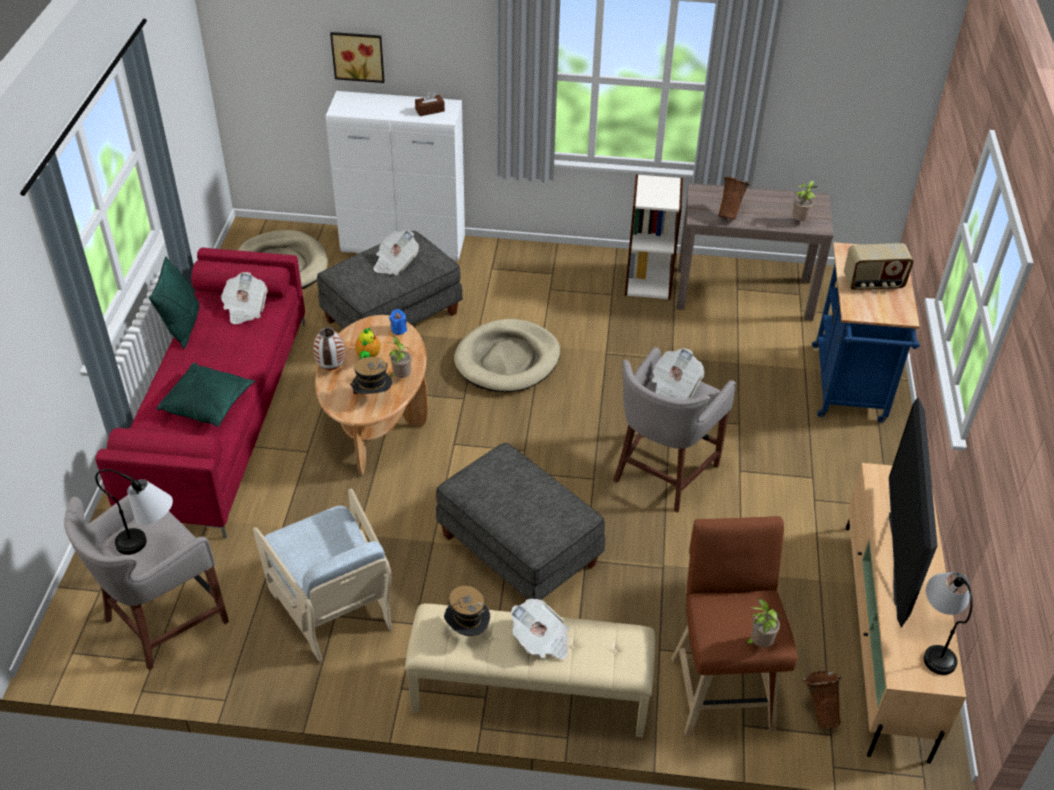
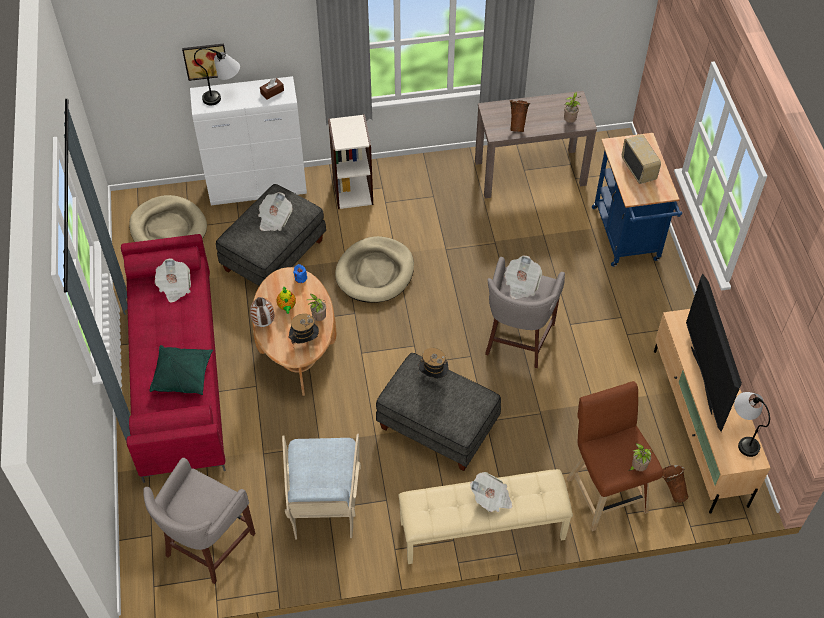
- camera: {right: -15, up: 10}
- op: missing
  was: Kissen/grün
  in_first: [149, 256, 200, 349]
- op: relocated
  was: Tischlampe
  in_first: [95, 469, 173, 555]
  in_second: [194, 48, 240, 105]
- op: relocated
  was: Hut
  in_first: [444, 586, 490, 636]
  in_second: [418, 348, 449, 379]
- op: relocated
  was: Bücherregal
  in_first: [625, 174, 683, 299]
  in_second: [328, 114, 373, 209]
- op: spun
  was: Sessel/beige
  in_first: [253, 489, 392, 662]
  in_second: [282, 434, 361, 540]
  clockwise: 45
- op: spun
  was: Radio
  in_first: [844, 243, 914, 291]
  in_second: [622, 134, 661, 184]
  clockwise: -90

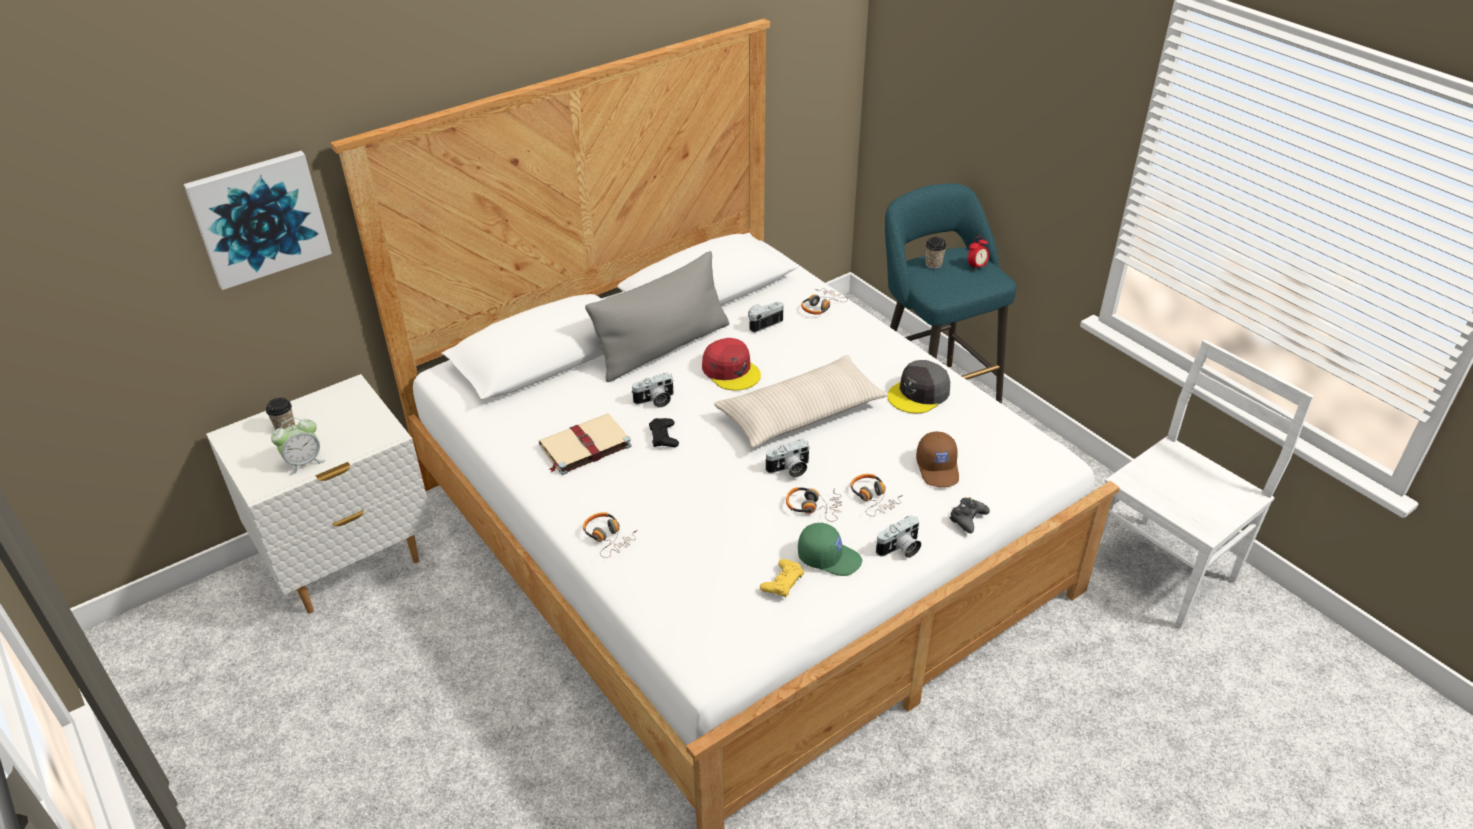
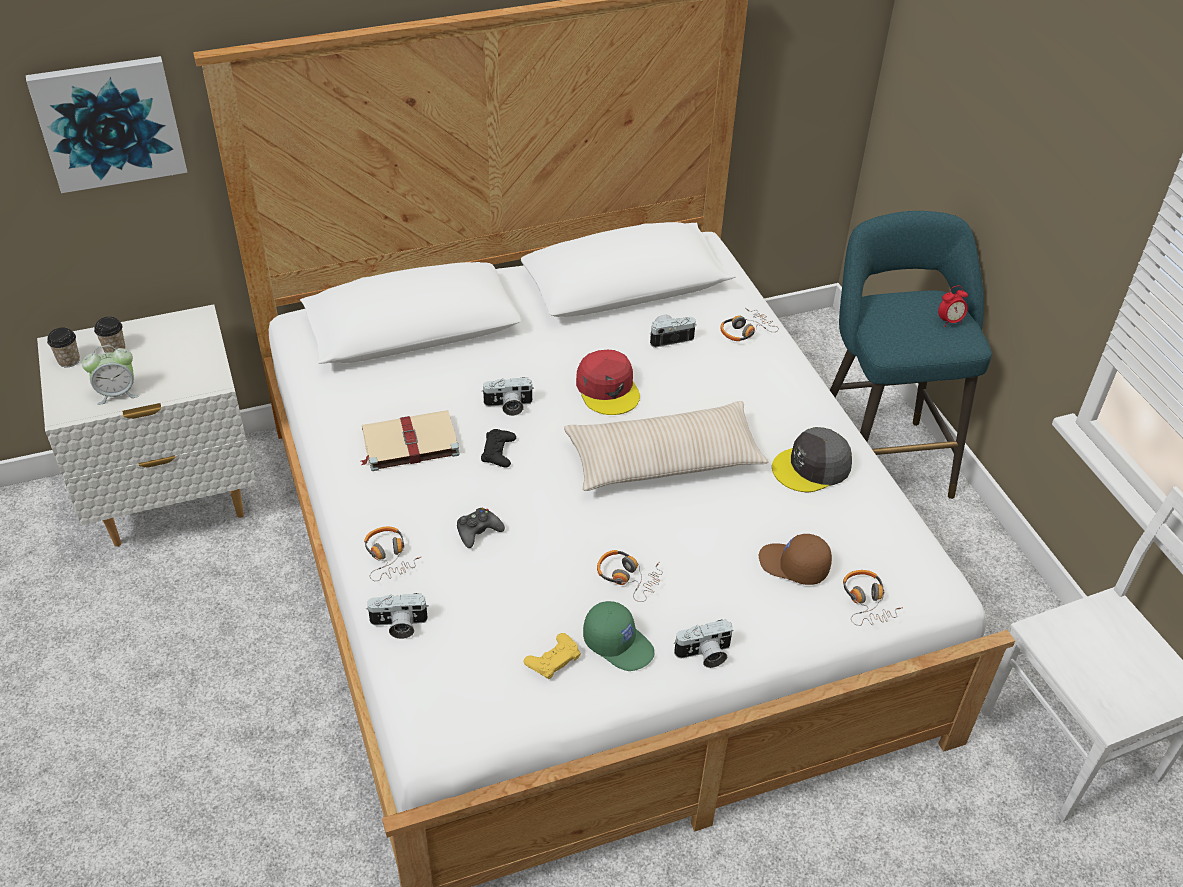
- camera: {right: 15, up: 5}
- op: missing
  was: Kissen/grau
  in_first: [585, 251, 729, 382]
- op: relocated
  was: Kamera
  in_first: [765, 439, 810, 477]
  in_second: [366, 593, 429, 639]
- op: relocated
  was: Kopfhörer
  in_first: [850, 474, 903, 517]
  in_second: [843, 570, 903, 626]
- op: relocated
  was: Tasse
  in_first: [925, 237, 947, 269]
  in_second: [47, 327, 80, 367]
- op: relocated
  was: Gamepad/schwarz
  in_first: [950, 497, 990, 533]
  in_second: [457, 508, 505, 548]
- op: spun
  was: Kappe/braun
  in_first: [916, 432, 959, 487]
  in_second: [759, 534, 832, 585]
  clockwise: 105

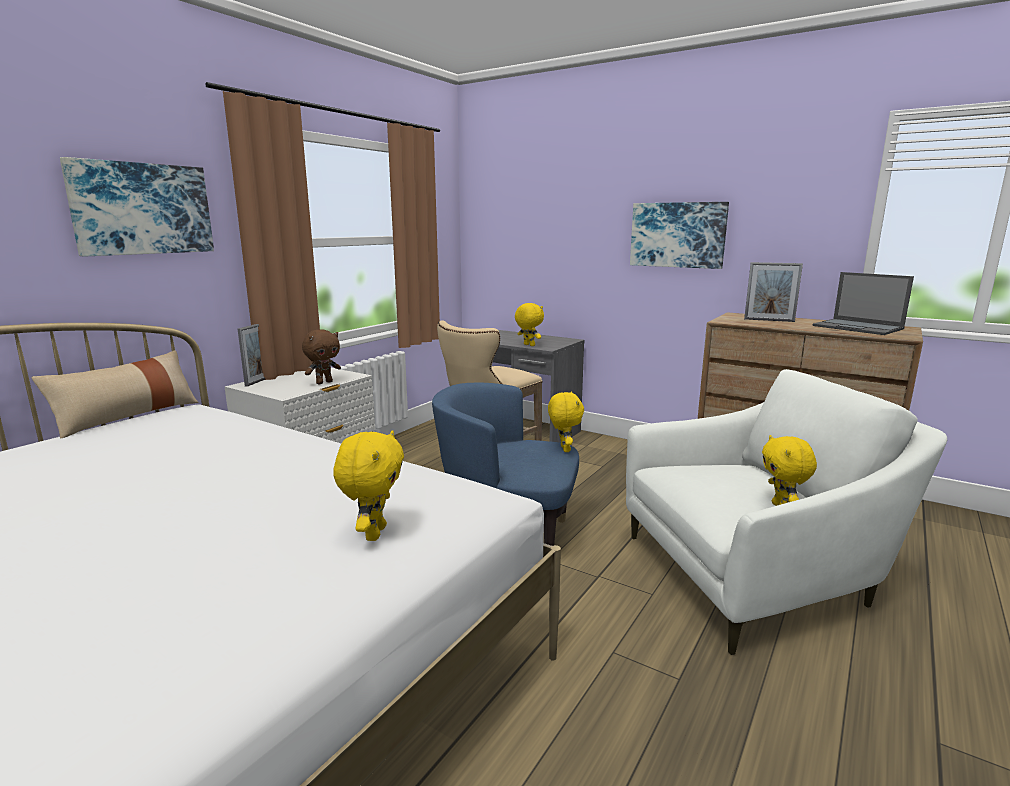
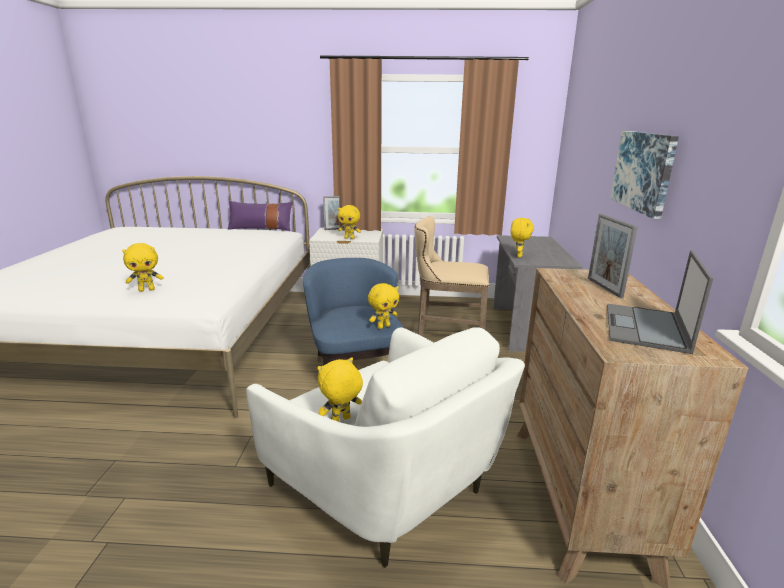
- camera: {right: 60, up: 5}
- op: missing
  was: Bild
  in_first: [60, 157, 214, 257]
- op: colour
  was: Kissen/beige
  now: Kissen/lila
  in_first: [31, 350, 198, 438]
  in_second: [228, 201, 293, 231]
- op: colour
  was: Plüschtier/braun
  now: Plüschtier/gelb
  in_first: [302, 329, 341, 384]
  in_second: [338, 205, 361, 239]

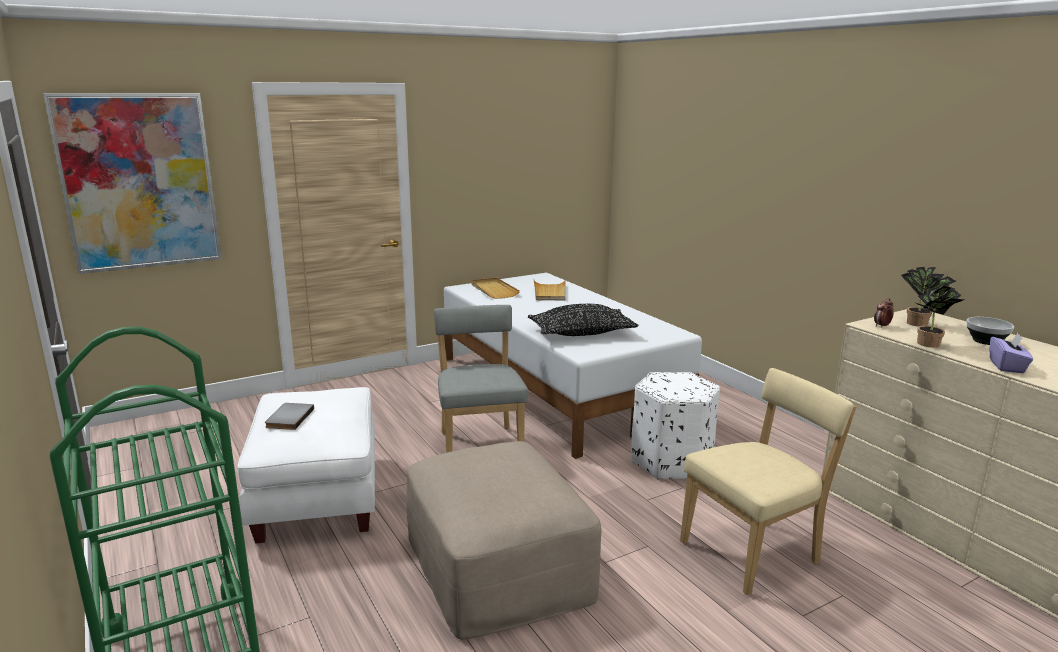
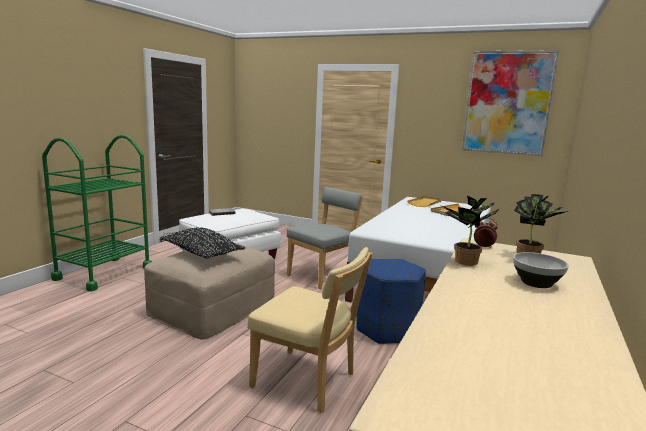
- camera: {right: 55, up: -5}
- op: missing
  was: Taschentuchbox/lila
  in_first: [990, 333, 1033, 373]
- op: relocated
  was: Bild
  in_first: [43, 93, 222, 274]
  in_second: [462, 50, 559, 156]
- op: relocated
  was: Kissen/schwarz
  in_first: [528, 304, 638, 336]
  in_second: [160, 227, 246, 258]
- op: colour
  was: Polsterhocker/weiß
  now: Polsterhocker/blau
  in_first: [631, 372, 720, 480]
  in_second: [356, 259, 426, 344]

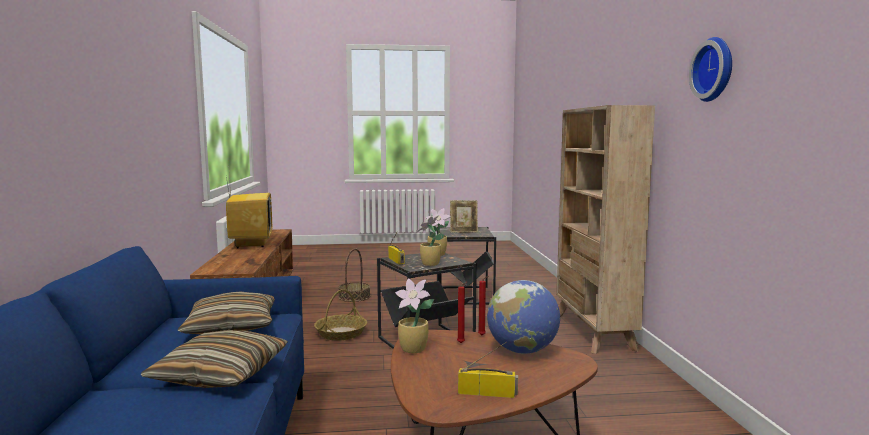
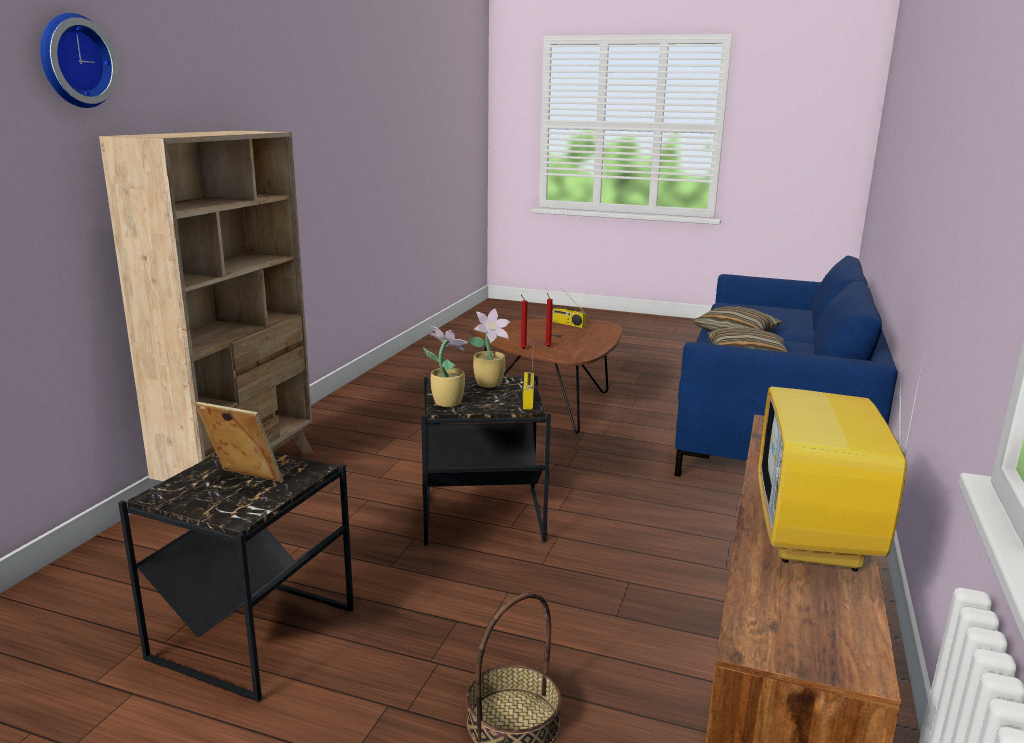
- camera: {right: -155, up: 10}
- op: missing
  was: Korb
  in_first: [314, 289, 367, 340]
- op: missing
  was: Topfpflanze
  in_first: [395, 279, 434, 353]
- op: missing
  was: Globus
  in_first: [487, 280, 560, 354]
- op: relocated
  was: Wanduhr
  in_first: [689, 37, 732, 102]
  in_second: [40, 13, 118, 108]

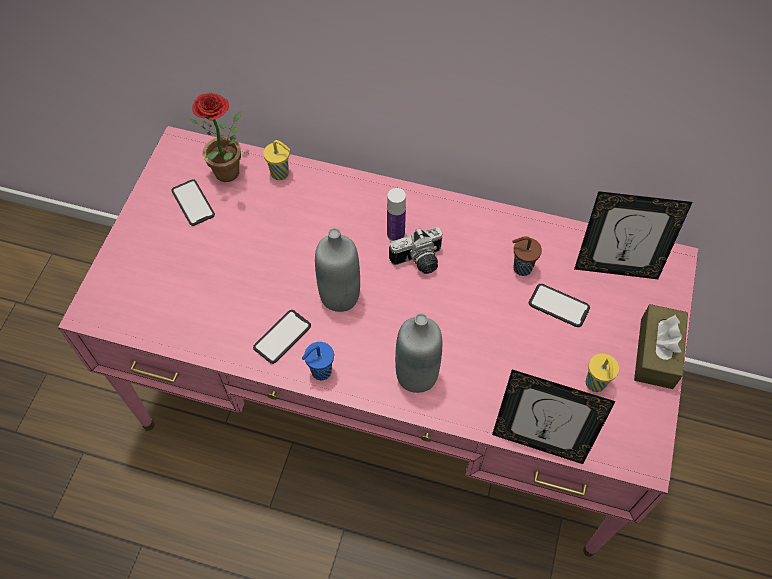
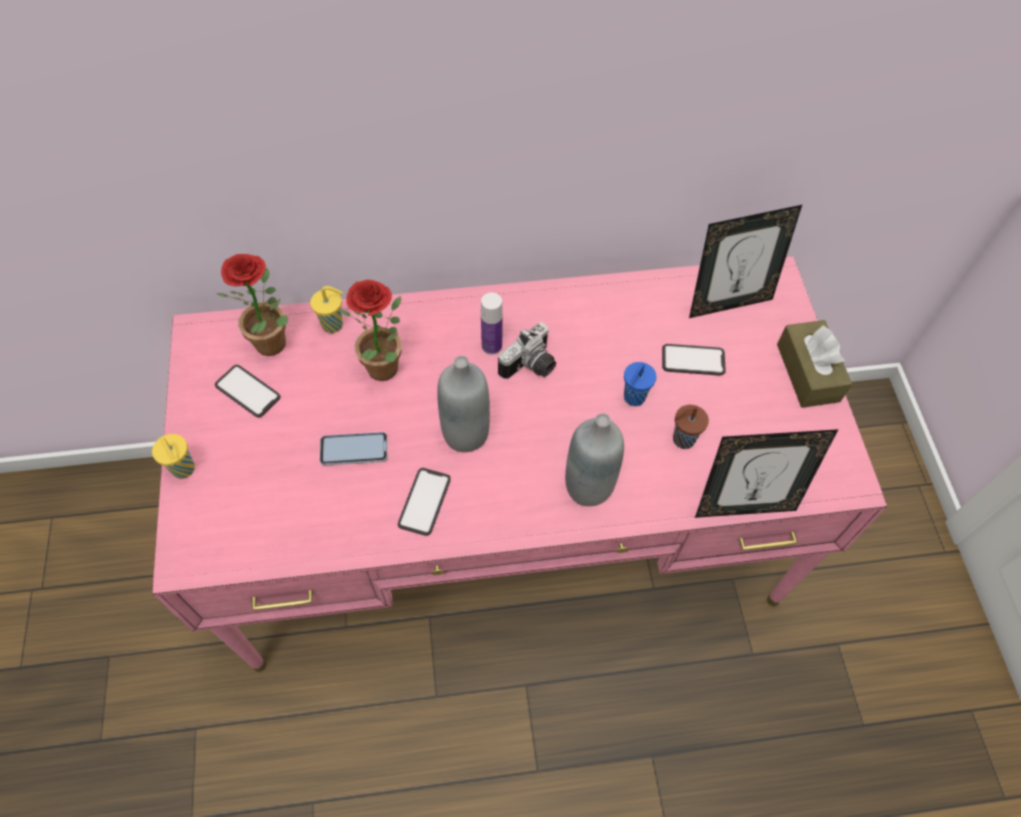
- camera: {right: -25, up: 0}
- op: appeared
  now: Handy
  in_second: [319, 432, 388, 466]
- op: appeared
  now: Topfpflanze
  in_second: [340, 280, 402, 381]
- op: relocated
  was: Tasse/blau
  in_first: [302, 342, 334, 380]
  in_second: [624, 362, 656, 406]
- op: relocated
  was: Tasse/braun
  in_first: [512, 236, 542, 276]
  in_second: [673, 405, 709, 449]
- op: relocated
  was: Tasse/gelb
  in_first: [586, 353, 619, 392]
  in_second: [152, 434, 195, 479]

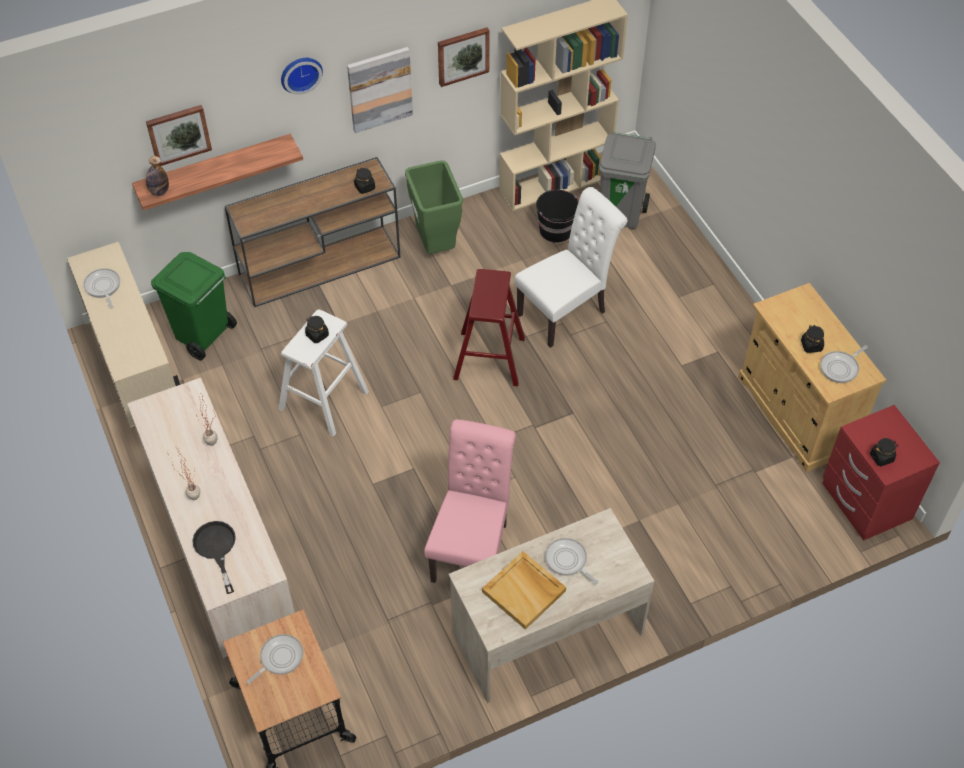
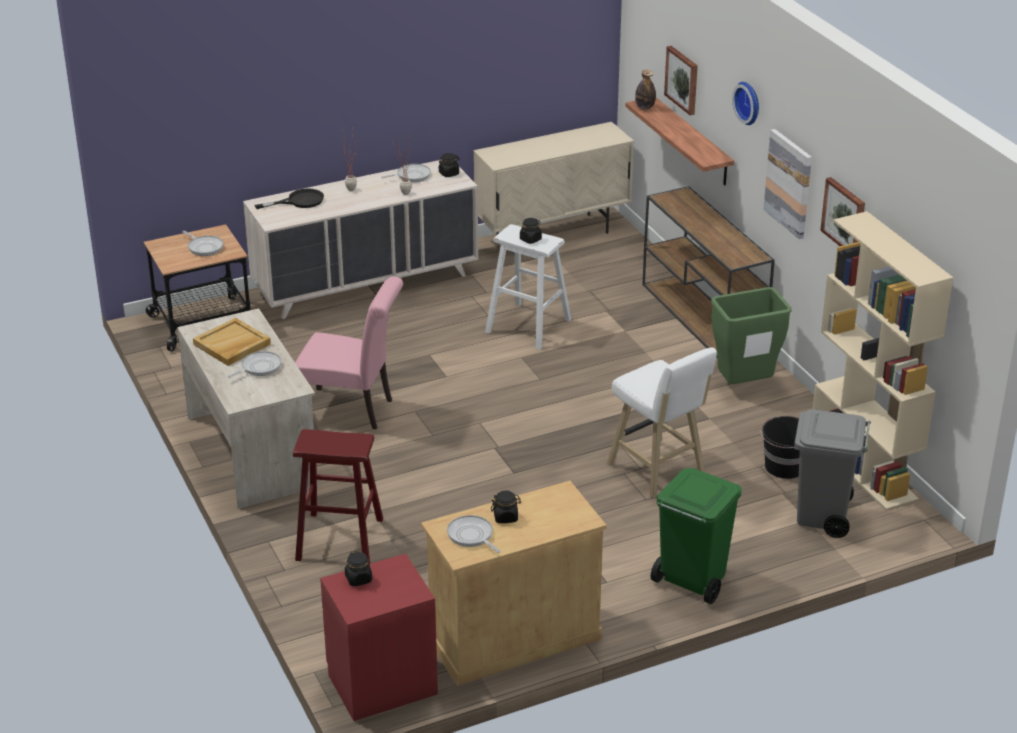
- camera: {right: 90, up: -20}
- op: relocated
  was: Pfanne
  in_first: [83, 268, 120, 309]
  in_second: [381, 164, 431, 182]
- op: relocated
  was: Mülleimer/grün
  in_first: [151, 252, 237, 360]
  in_second: [651, 468, 742, 604]
- op: relocated
  was: Vorratsglas/schwarz
  in_first: [354, 168, 375, 194]
  in_second: [438, 153, 460, 177]
- op: relocated
  was: Hocker/rot
  in_first: [453, 269, 525, 386]
  in_second: [293, 429, 383, 564]
- op: exchanged
  was: Stuhl/weiß
  now: Hocker/weiß
  in_first: [514, 187, 627, 348]
  in_second: [607, 347, 717, 498]

